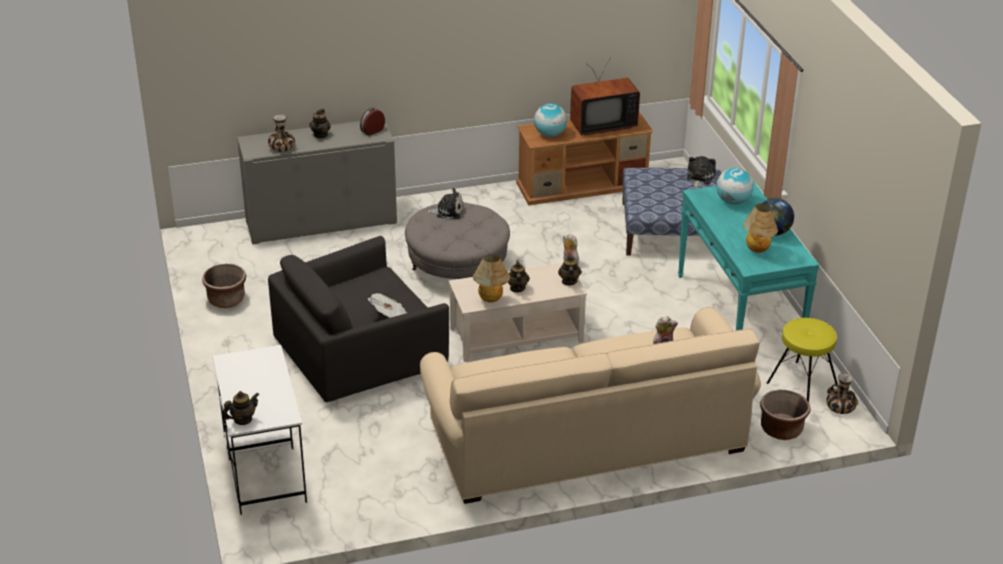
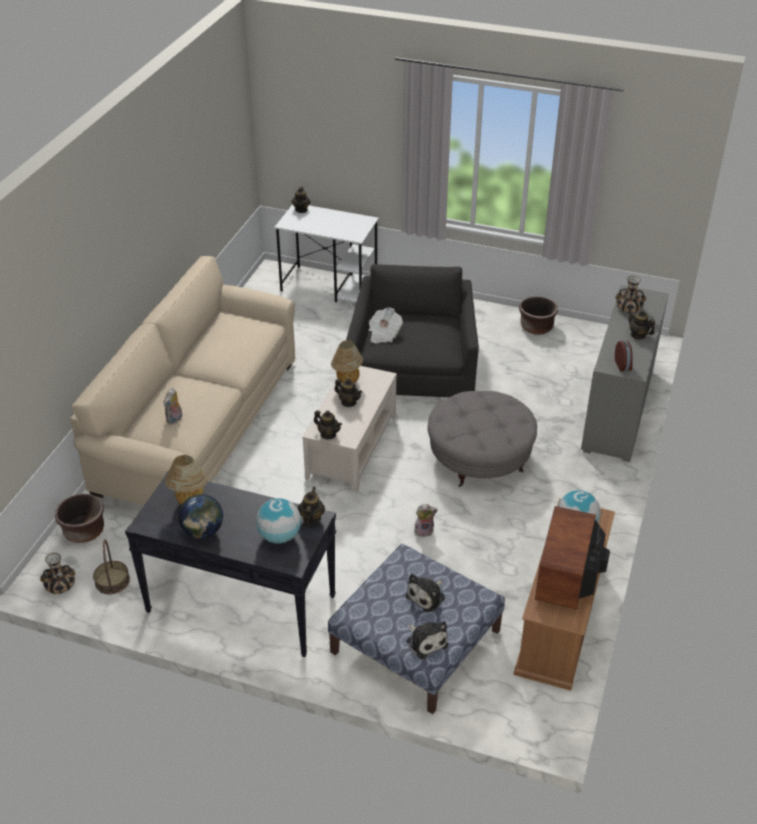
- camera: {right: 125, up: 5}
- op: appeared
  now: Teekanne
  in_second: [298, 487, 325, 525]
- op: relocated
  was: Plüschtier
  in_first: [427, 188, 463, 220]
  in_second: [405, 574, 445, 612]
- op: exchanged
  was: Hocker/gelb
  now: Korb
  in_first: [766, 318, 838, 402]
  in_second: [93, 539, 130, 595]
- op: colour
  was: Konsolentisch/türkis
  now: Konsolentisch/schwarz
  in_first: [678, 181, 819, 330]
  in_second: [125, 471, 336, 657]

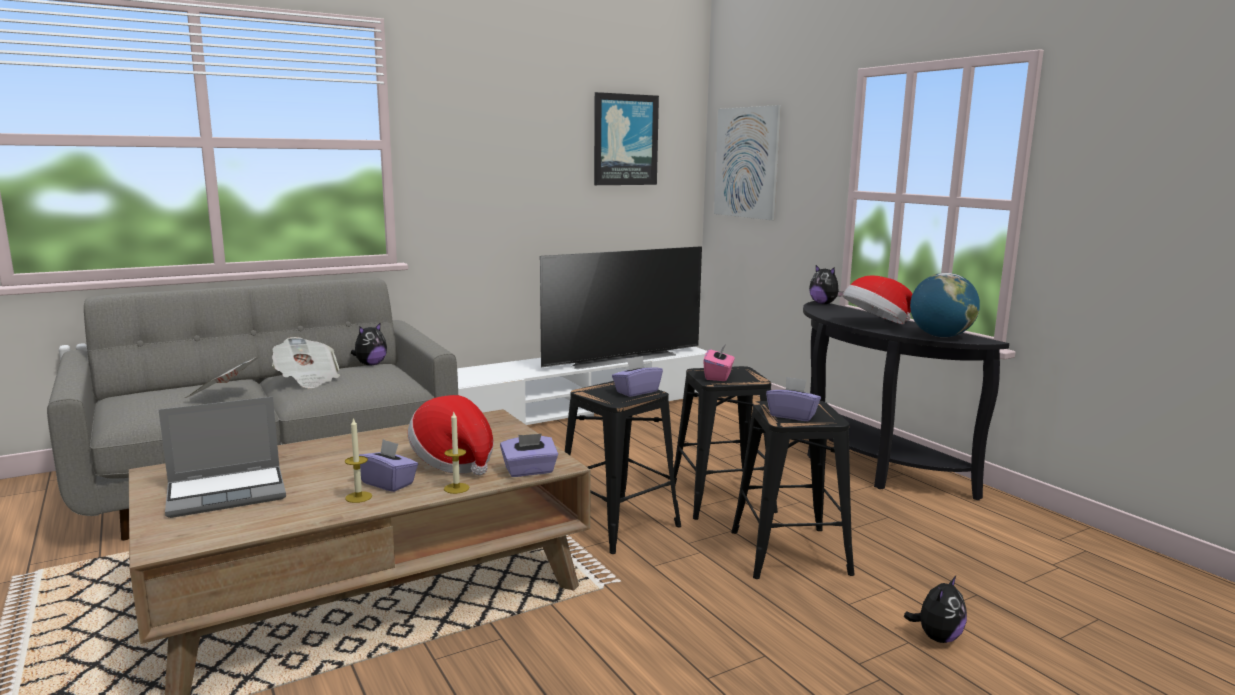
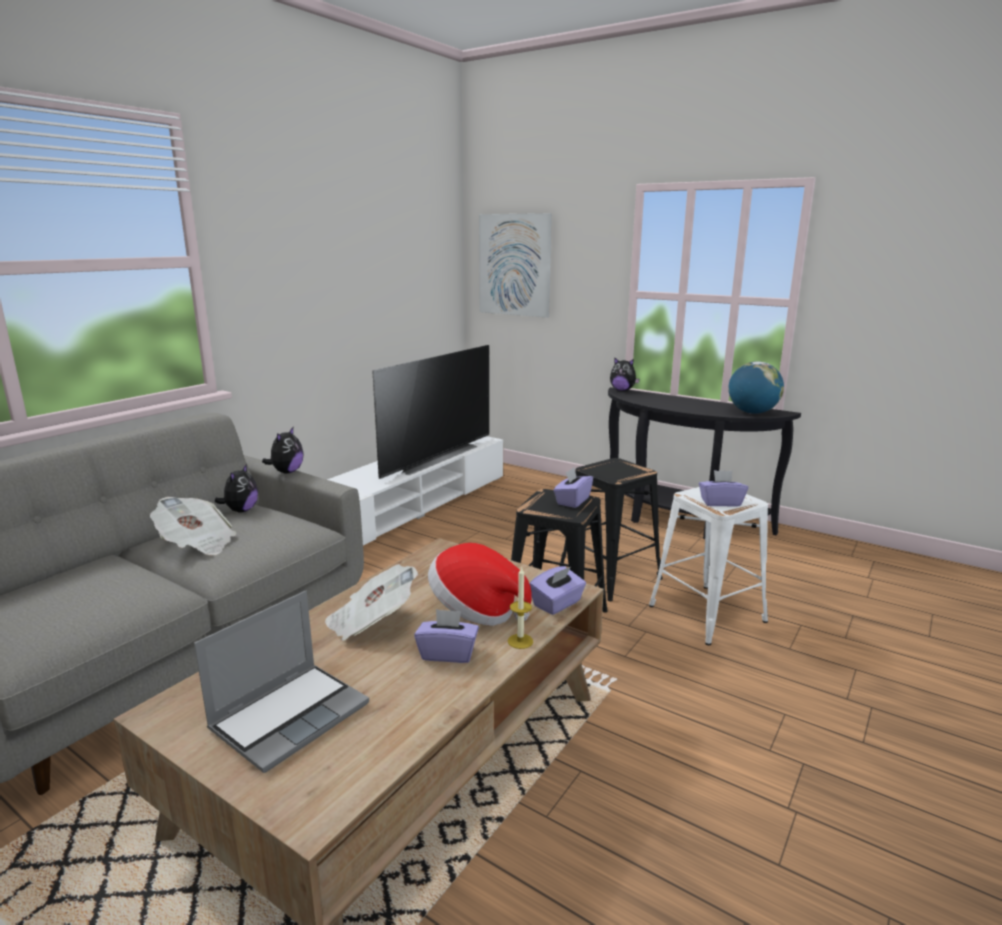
- camera: {right: -25, up: 5}
- op: missing
  was: Kerze
  in_first: [345, 417, 372, 503]
- op: missing
  was: Bild
  in_first: [594, 92, 659, 185]
- op: missing
  was: Taschentuchbox/rosa
  in_first: [703, 345, 735, 381]
- op: missing
  was: Hut
  in_first: [843, 275, 912, 324]
- op: relocated
  was: Zeitung
  in_first: [185, 357, 259, 398]
  in_second: [325, 564, 418, 641]
- op: relocated
  was: Plüschtier
  in_first: [904, 575, 967, 643]
  in_second: [262, 427, 304, 474]
- op: colour
  was: Hocker/schwarz
  now: Hocker/weiß
  in_first: [731, 401, 855, 579]
  in_second: [649, 487, 768, 645]

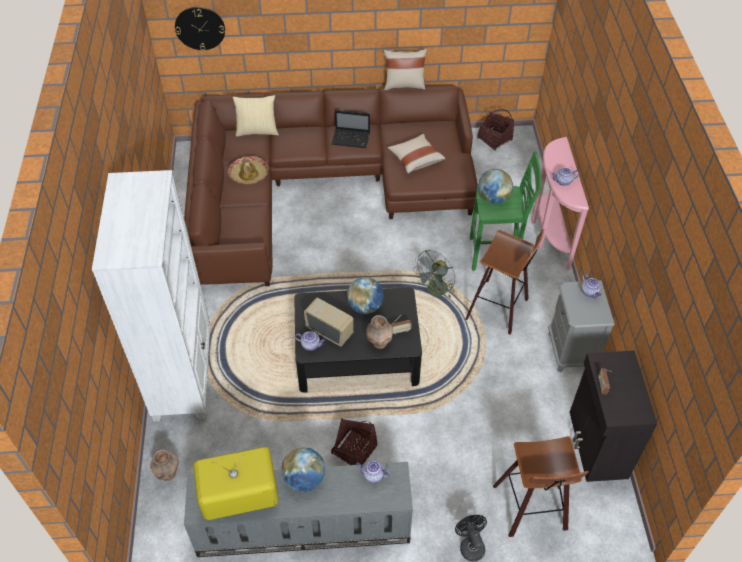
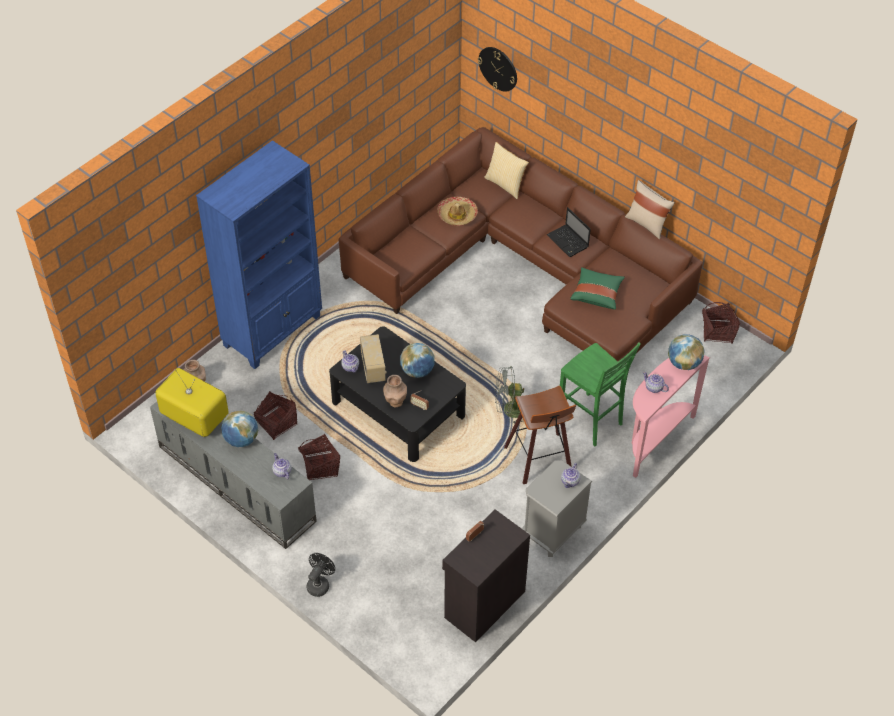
- camera: {right: 45, up: 0}
- op: missing
  was: Hocker
  in_first: [493, 436, 589, 537]
- op: appeared
  now: Korb
  in_second: [254, 391, 297, 440]
- op: relocated
  was: Globus
  in_first: [478, 169, 513, 204]
  in_second: [668, 334, 705, 370]
- op: colour
  was: Bücherregal/weiß
  now: Bücherregal/blau
  in_first: [92, 170, 210, 421]
  in_second: [196, 140, 322, 369]
- op: colour
  was: Kissen/beige
  now: Kissen/grün
  in_first: [387, 134, 446, 174]
  in_second: [570, 267, 625, 310]

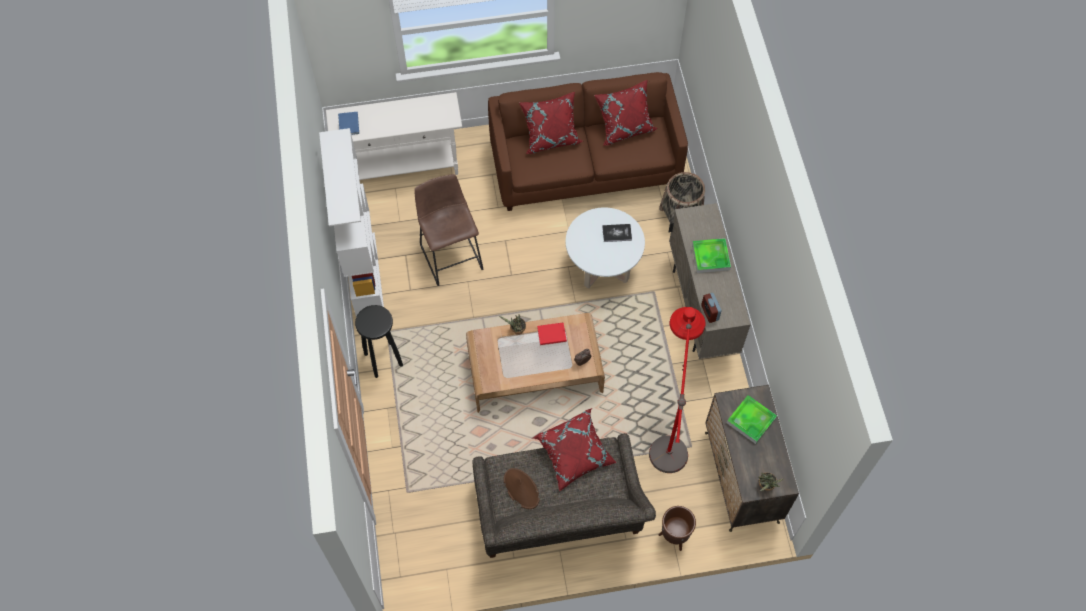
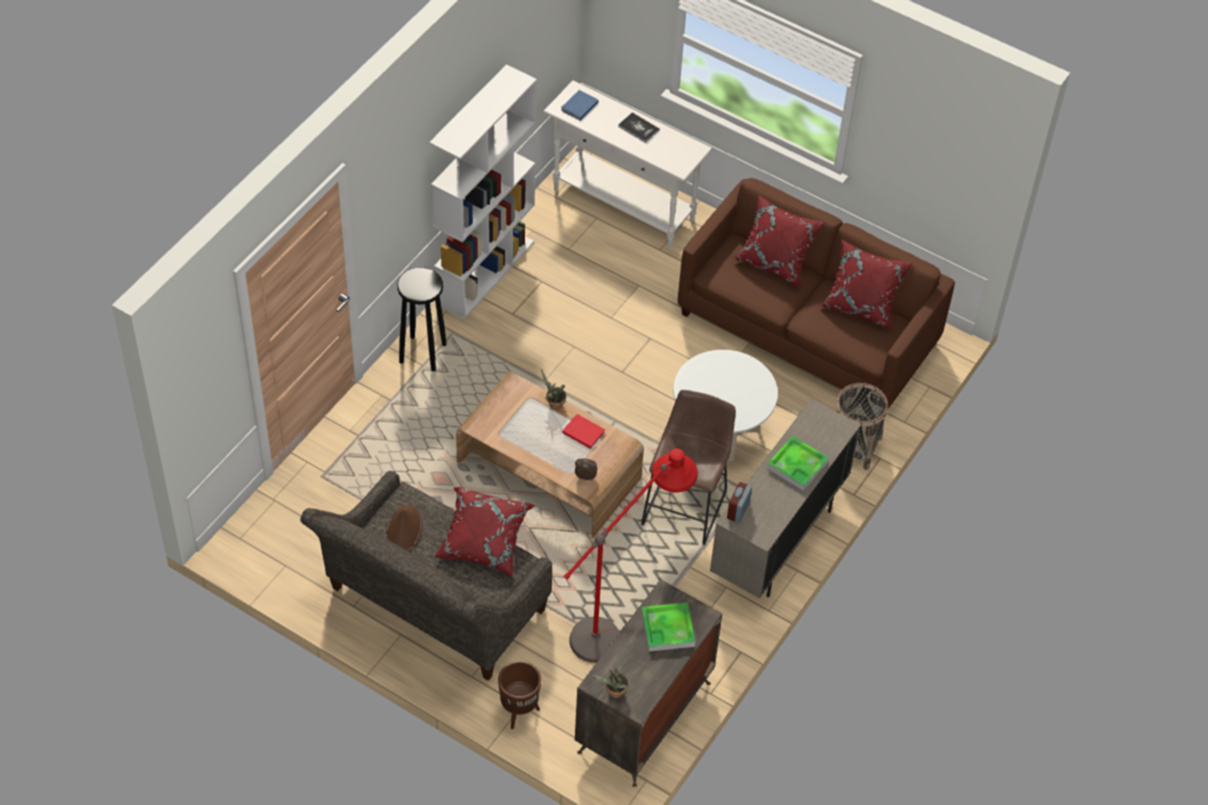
- camera: {right: 40, up: -10}
- op: relocated
  was: Hocker/braun
  in_first: [414, 174, 484, 286]
  in_second: [641, 390, 736, 545]
- op: relocated
  was: Buch
  in_first: [602, 224, 632, 242]
  in_second: [618, 112, 660, 143]

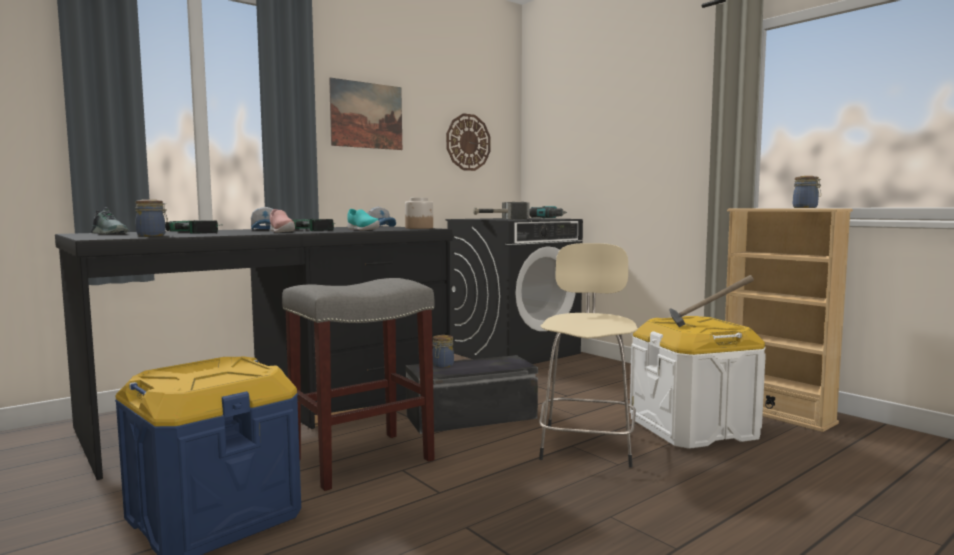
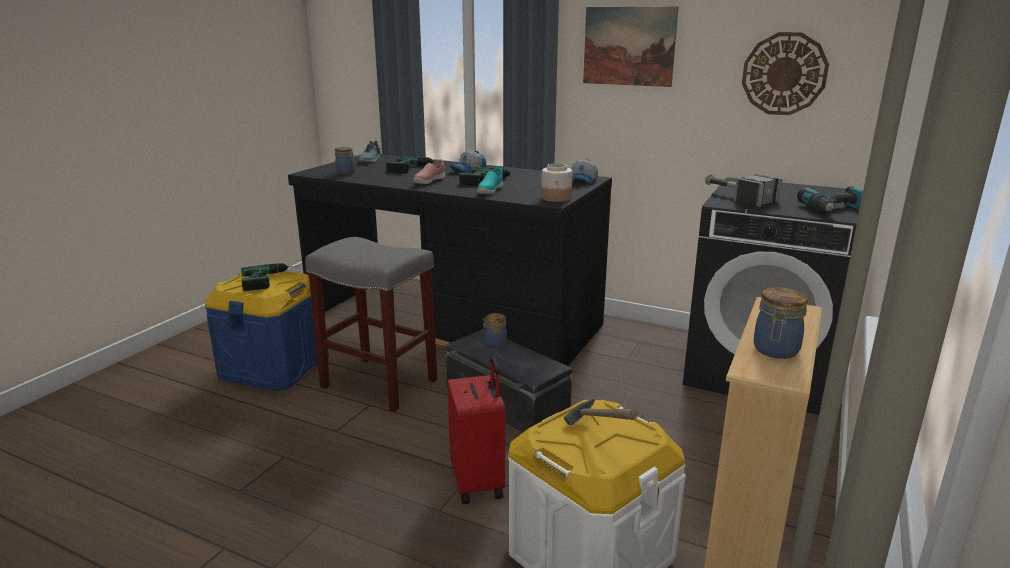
- camera: {right: 65, up: 15}
- op: appeared
  now: Bohrmaschine
  in_second: [241, 263, 297, 291]
- op: exchanged
  was: Hocker/beige
  now: Koffer/rot
  in_first: [539, 243, 638, 468]
  in_second: [447, 357, 505, 504]

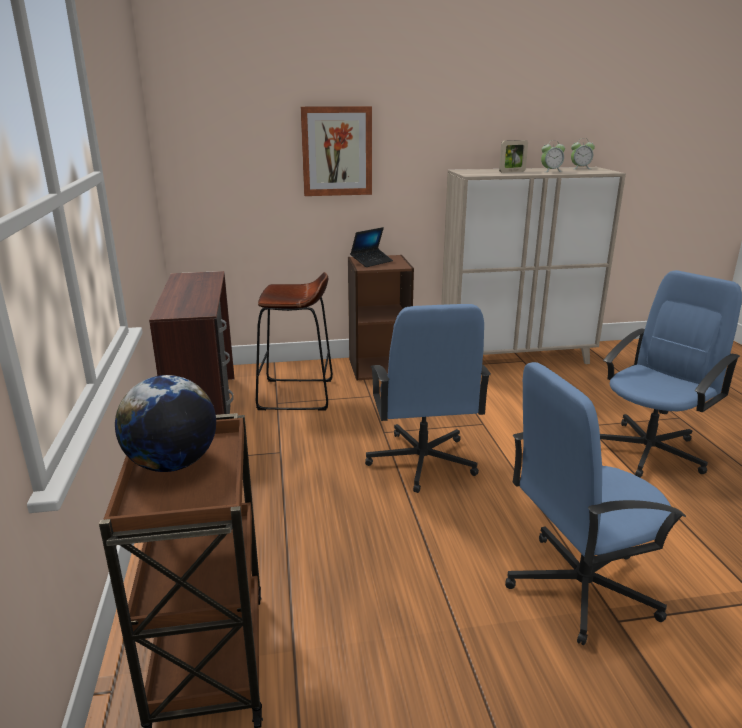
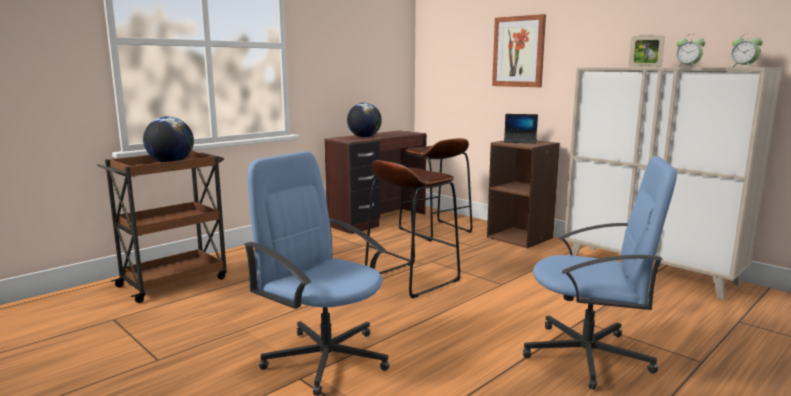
- camera: {right: 55, up: -10}
- op: appeared
  now: Globus
  in_second: [347, 103, 382, 137]
- op: exchanged
  was: Bürostuhl/blau
  now: Hocker/braun
  in_first: [365, 304, 491, 493]
  in_second: [365, 160, 460, 298]

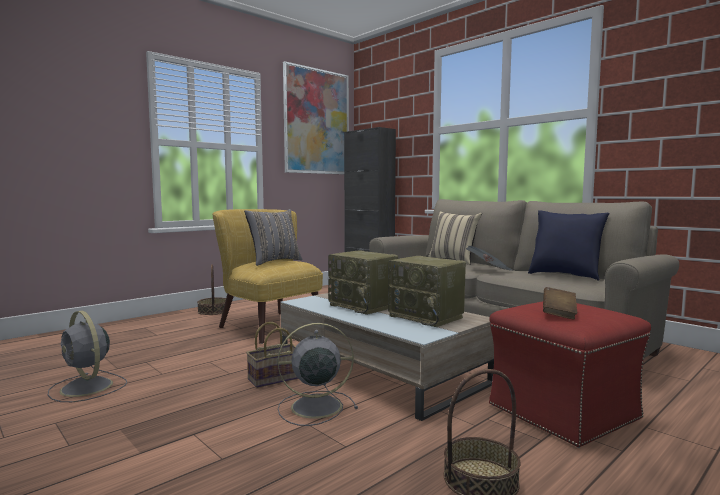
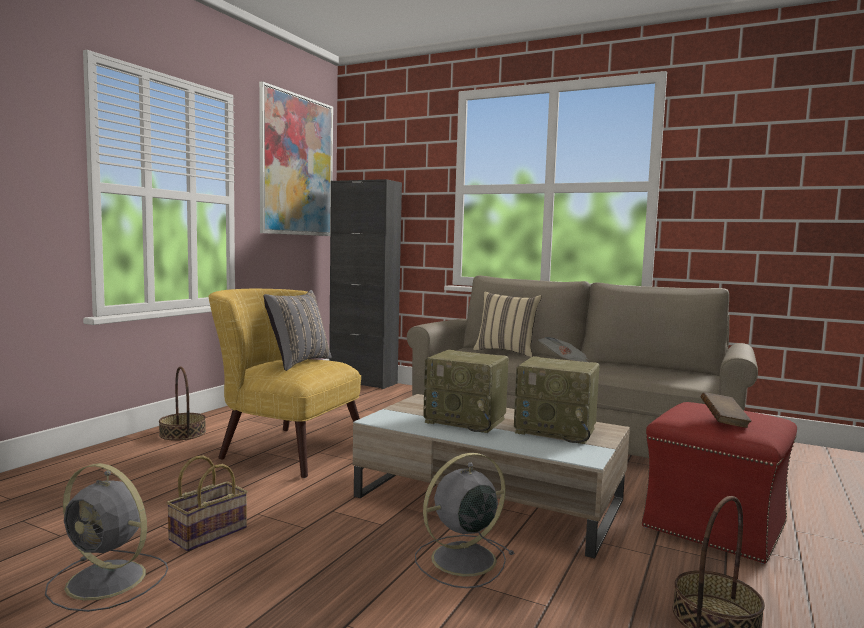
- camera: {right: -20, up: 0}
- op: missing
  was: Kissen/blau
  in_first: [528, 210, 610, 281]
- op: relocated
  was: Korb
  in_first: [246, 322, 298, 388]
  in_second: [167, 455, 248, 552]

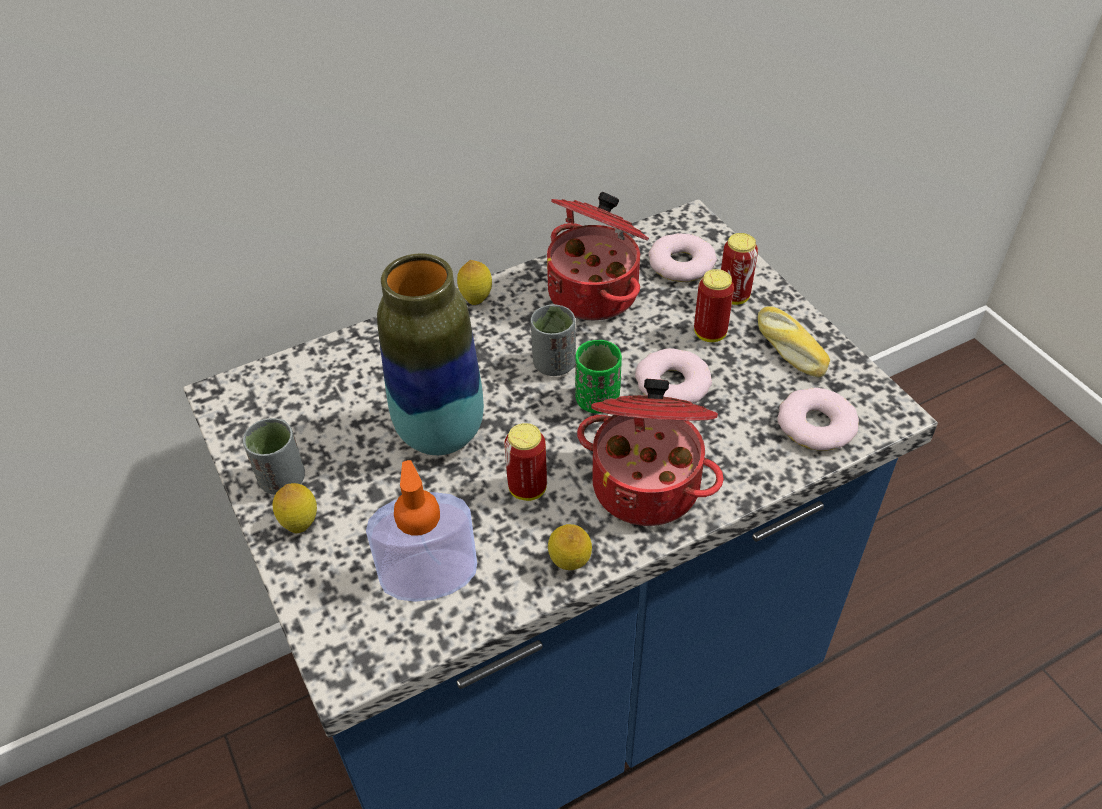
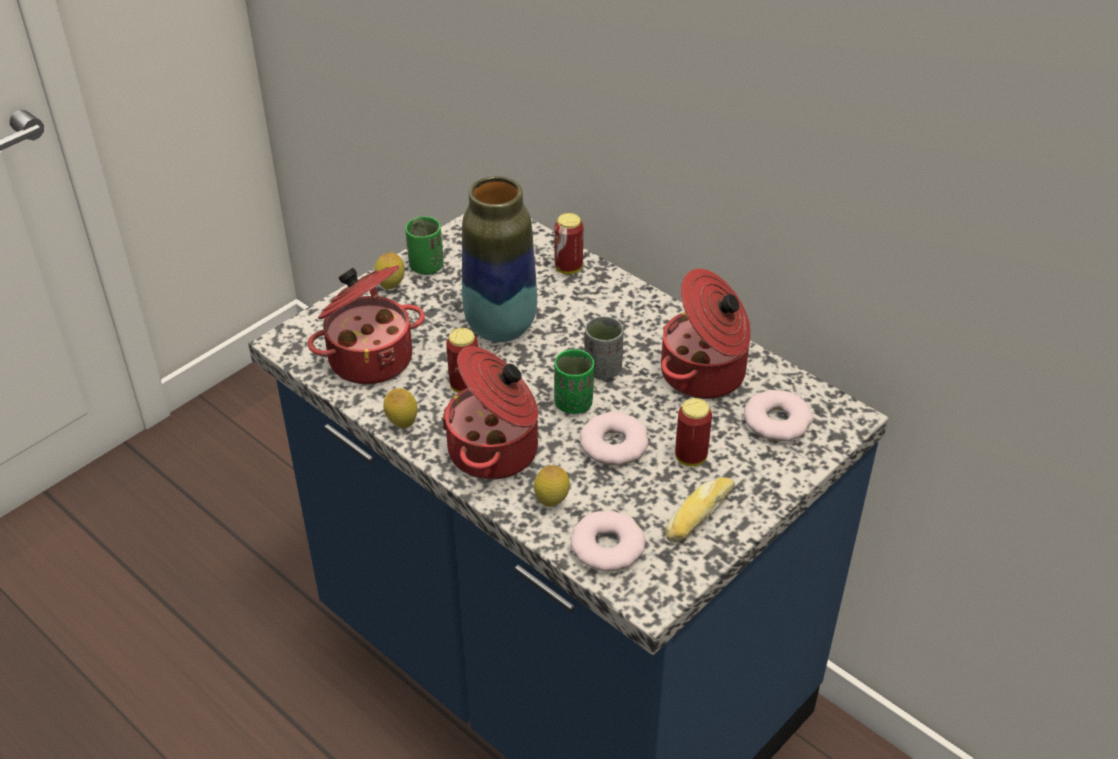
- camera: {right: 70, up: -5}
- op: relocated
  was: Zitrone
  in_first: [457, 260, 492, 305]
  in_second: [534, 465, 570, 507]
- op: relocated
  was: Dose
  in_first: [721, 233, 758, 305]
  in_second: [554, 213, 583, 275]
- op: exchanged
  was: Seifenspender
  now: Kochtopf
  in_first: [366, 460, 477, 602]
  in_second: [308, 265, 425, 384]
- op: colour
  was: Tasse/grau
  now: Tasse/grün
  in_first: [243, 418, 305, 495]
  in_second: [405, 216, 444, 275]

